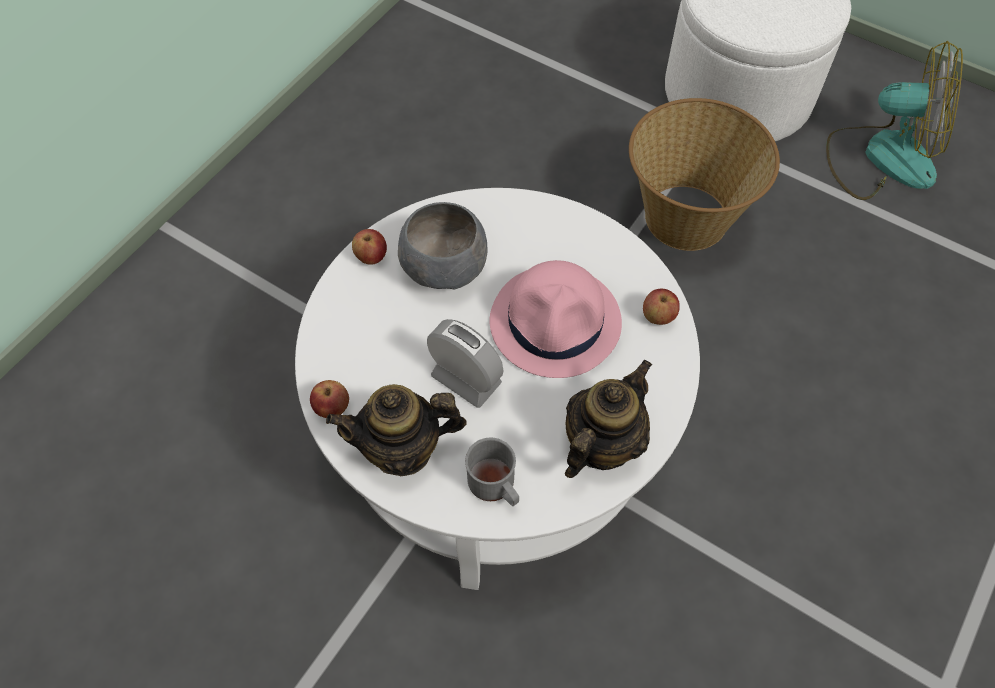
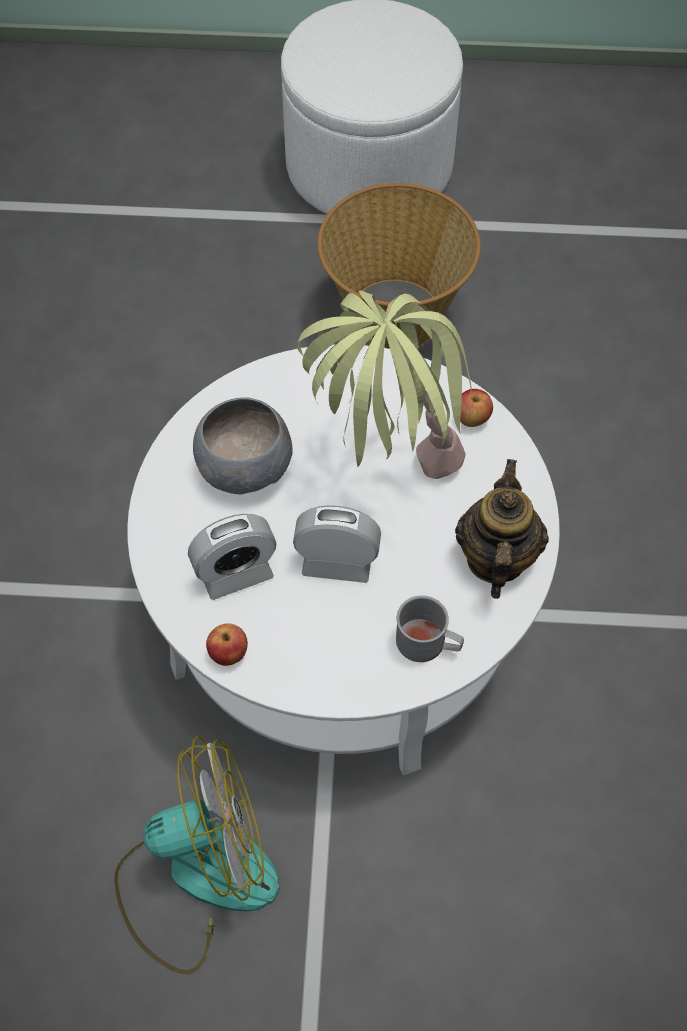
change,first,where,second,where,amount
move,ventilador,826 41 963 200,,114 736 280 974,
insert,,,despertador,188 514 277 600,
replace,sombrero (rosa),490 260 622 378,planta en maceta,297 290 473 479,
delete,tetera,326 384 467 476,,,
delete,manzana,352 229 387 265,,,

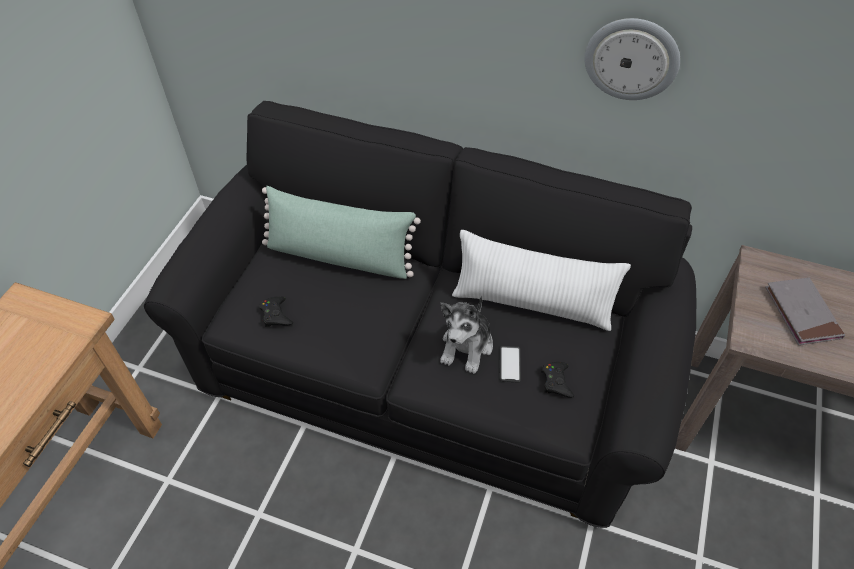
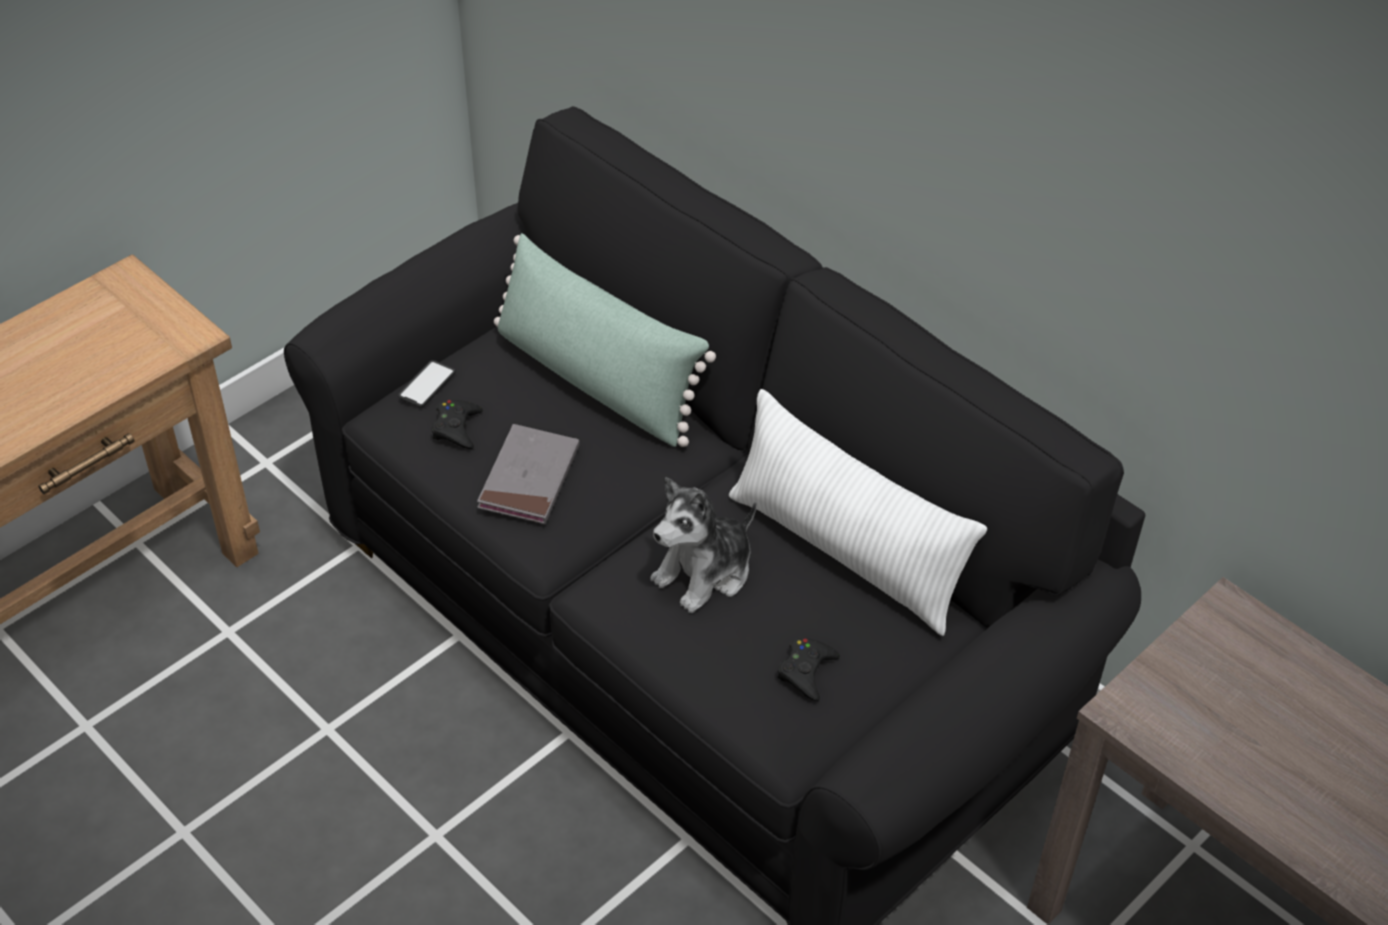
change,first,where,second,where,amount
move,móvil,500 346 521 382,,398 360 456 407,
move,libro (gris),765 277 845 345,,477 424 579 524,
delete,reloj de pared,584 18 680 100,,,

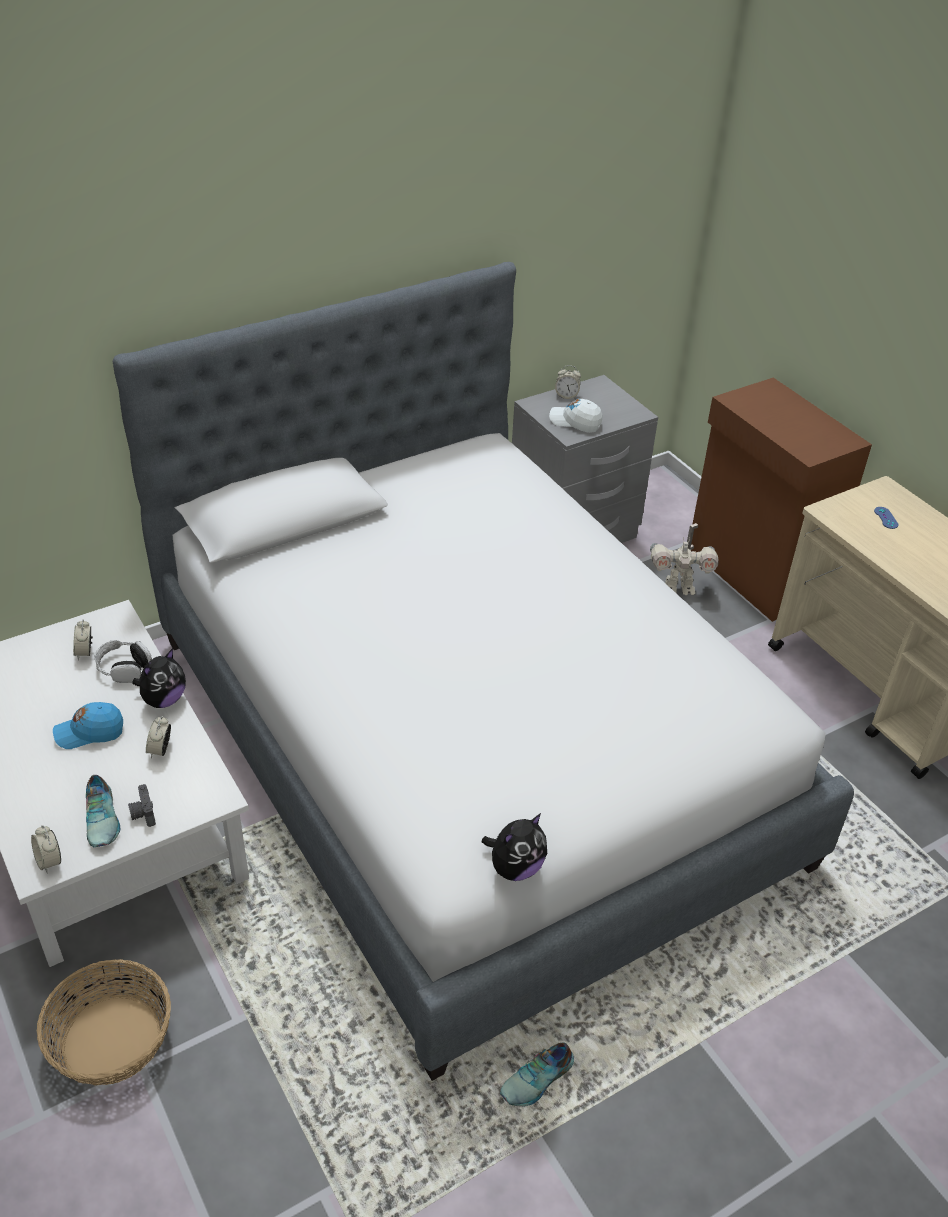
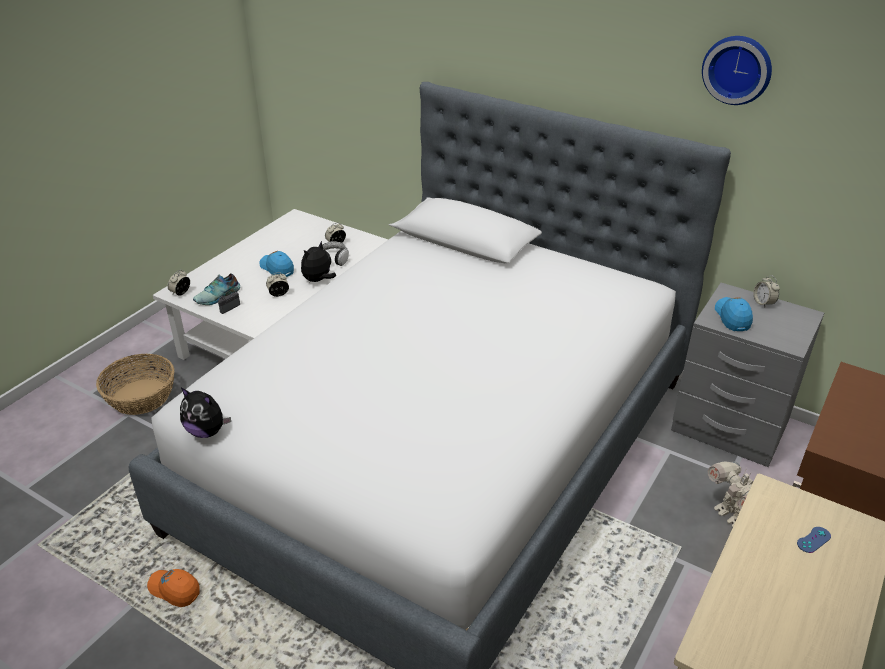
change,first,where,second,where,amount
replace,zapato,500 1043 574 1106,gorra (naranja),147 569 200 607,
rotate,peluche,132 648 186 708,,301 241 336 282,120 degrees clockwise
insert,,,reloj de pared,702 36 772 105,
recolor,gorra (blanco),549 399 602 433,gorra (azul),715 297 753 331,

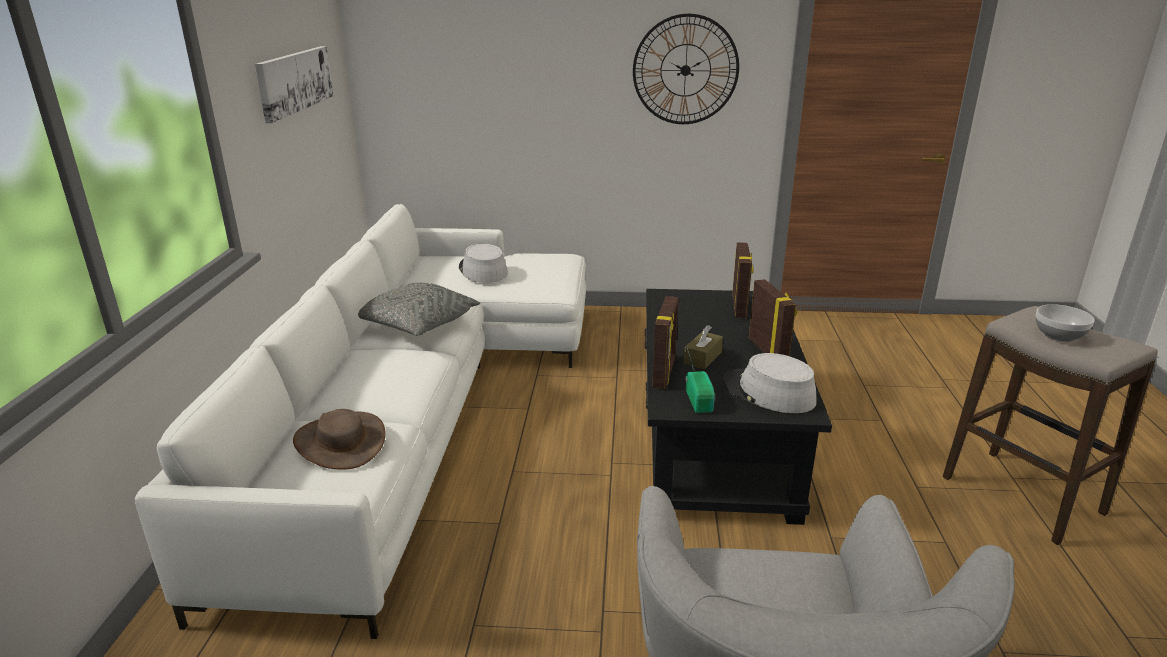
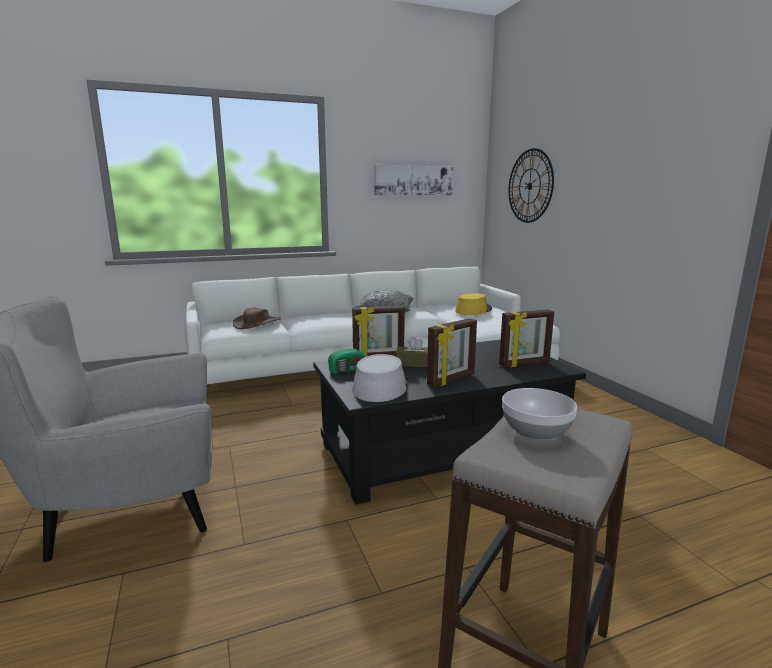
change,first,where,second,where,amount
recolor,sombrero (gris),459 244 508 283,sombrero (amarillo),455 293 492 315,
move,reloj de pared,633 14 739 124,,508 148 554 223,

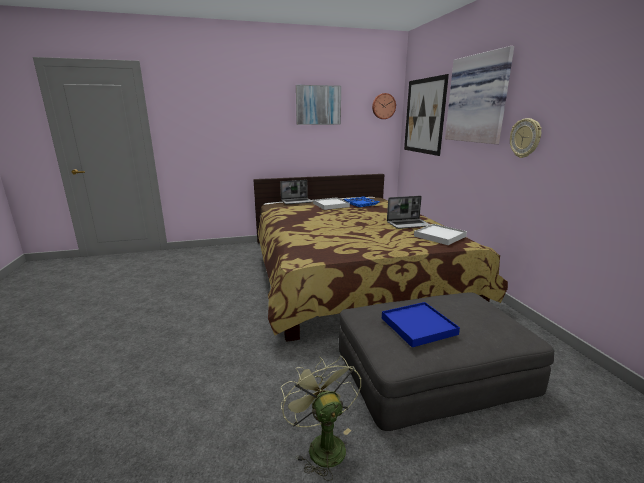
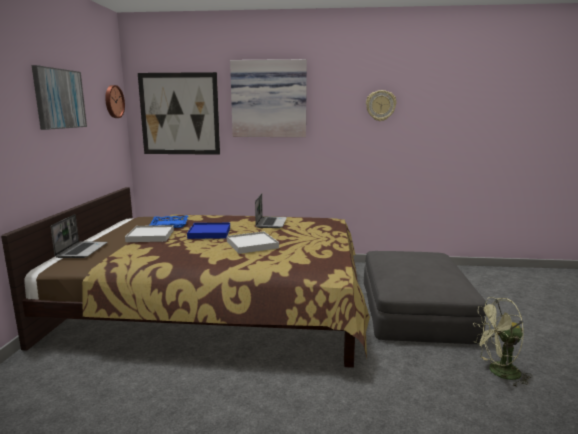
change,first,where,second,where,amount
move,bandeja (azul),382 302 460 347,,187 223 230 239,
move,bandeja (blanco),414 224 467 245,,227 231 279 254,
move,reloj de pared,510 118 542 158,,366 90 397 121,

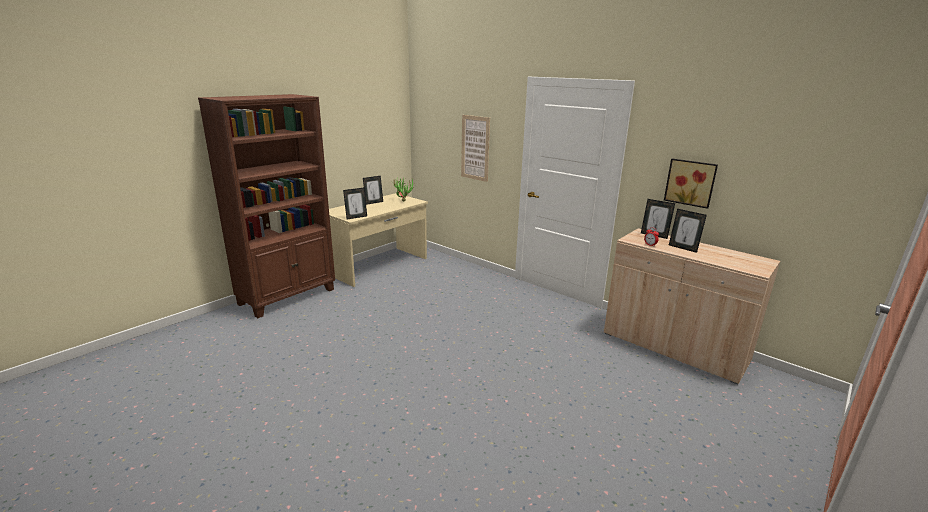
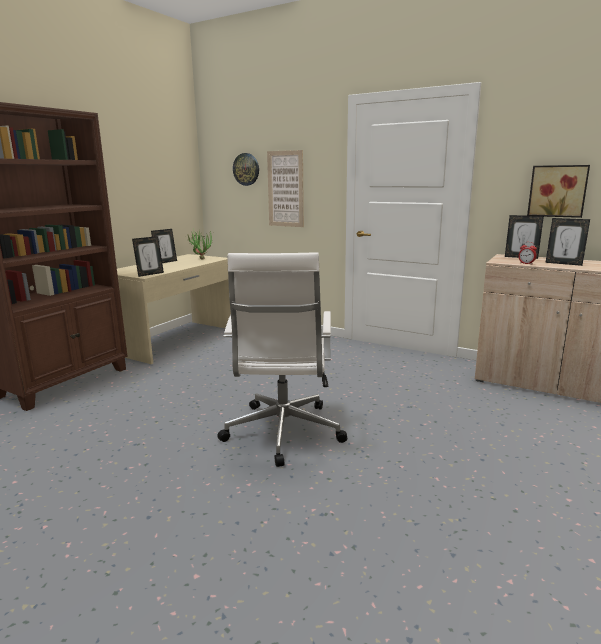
change,first,where,second,where,amount
insert,,,silla de oficina (blanco),217 253 347 467,
insert,,,reloj de pared,233 153 259 186,

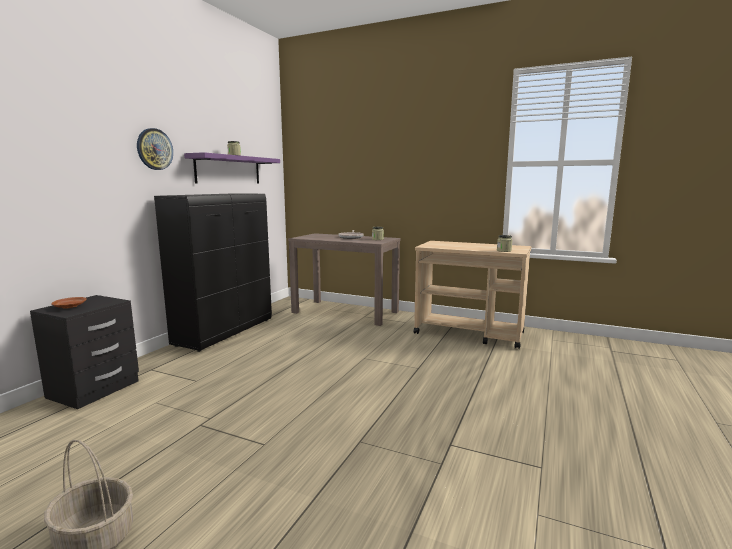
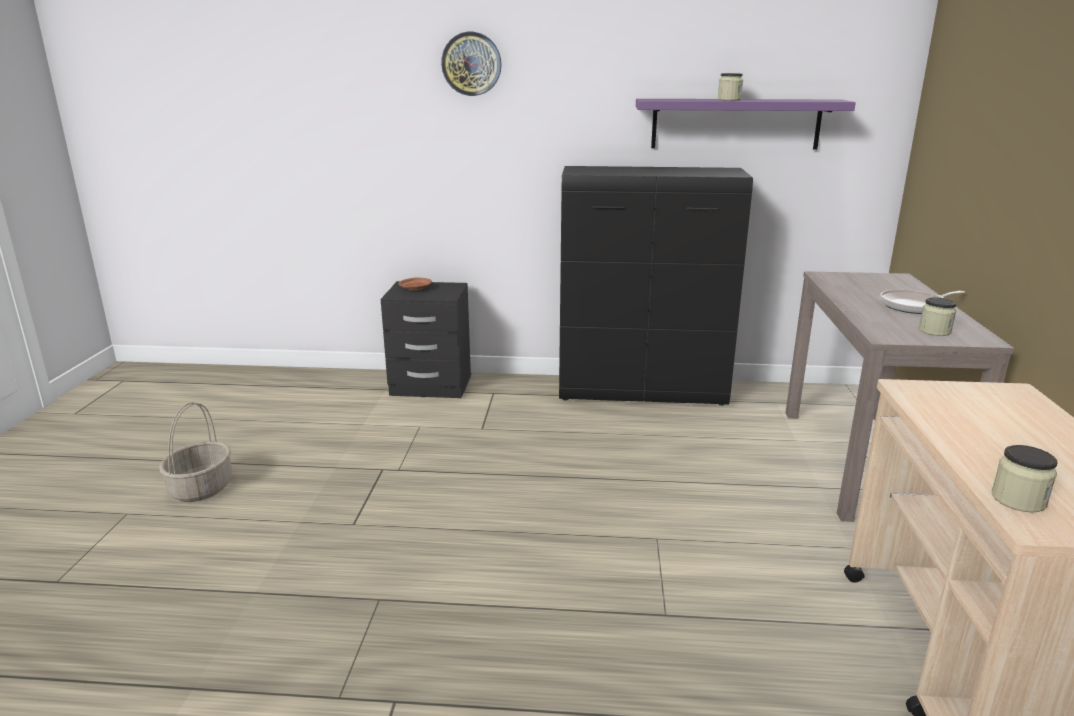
change,first,where,second,where,amount
move,reloj de pared,137 128 173 170,,441 32 502 96,

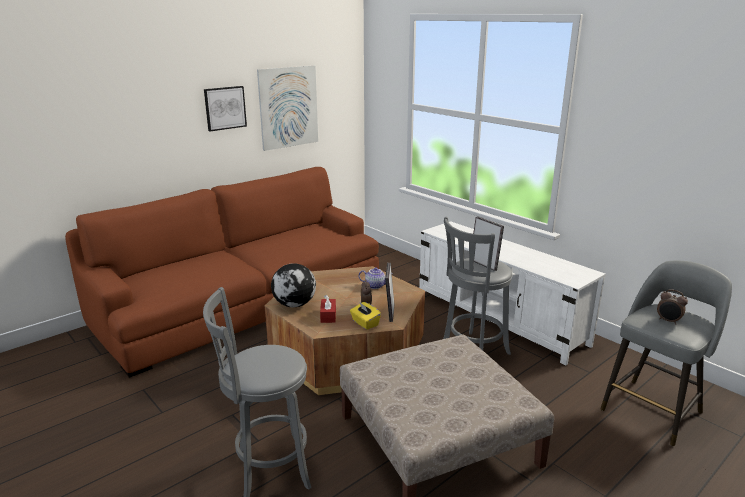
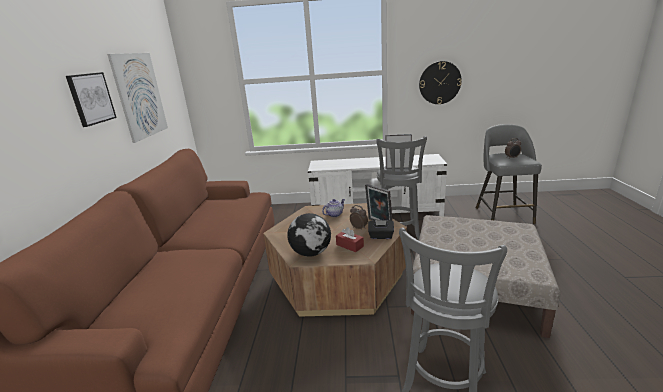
change,first,where,second,where,amount
recolor,caja de pañuelos (amarillo),350 302 381 330,caja de pañuelos (negro),368 220 394 239,
insert,,,reloj de pared,419 61 462 104,

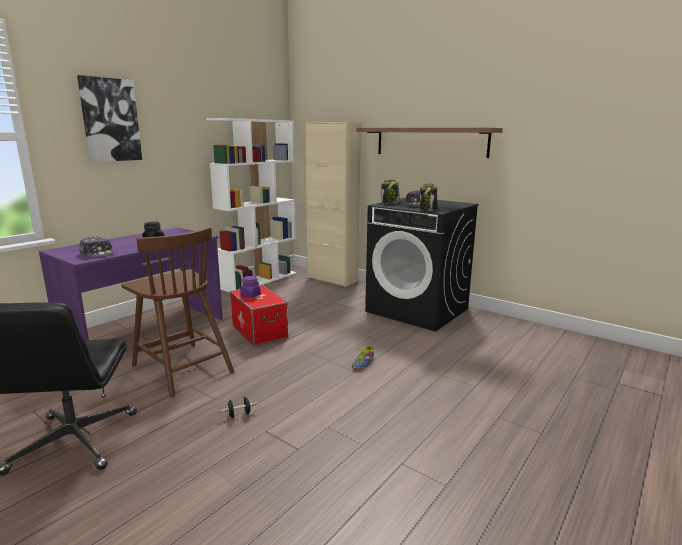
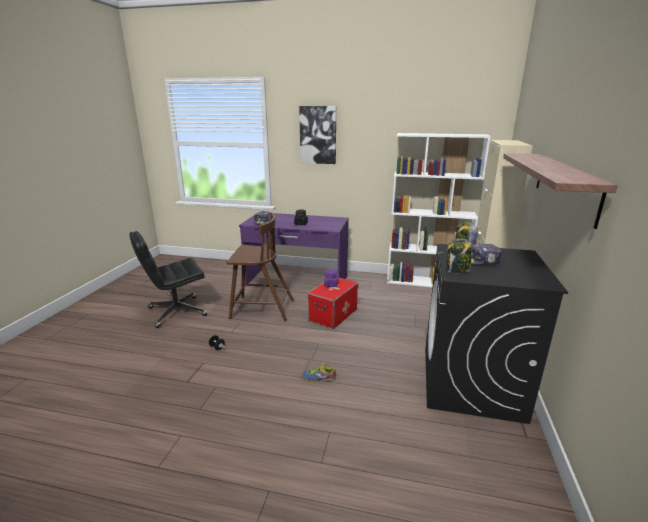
change,first,where,second,where,amount
rotate,silla (marrón),121 227 234 397,,227 212 294 321,105 degrees counterclockwise

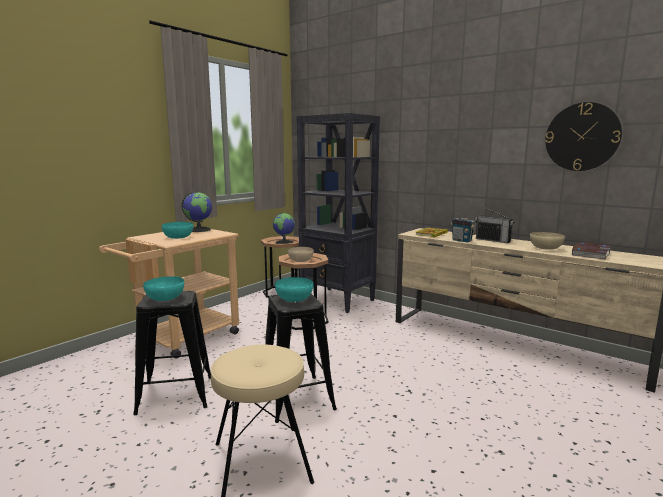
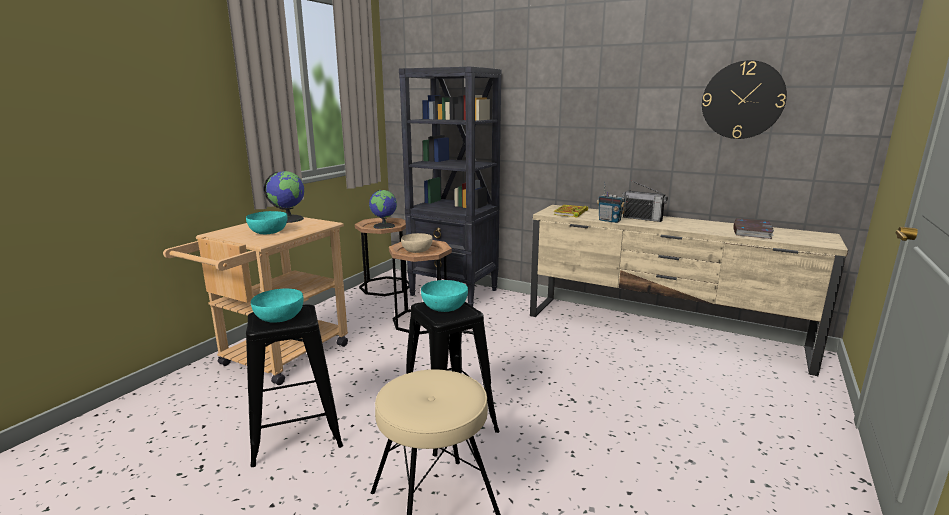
change,first,where,second,where,amount
delete,cuenco (beis),530 232 565 250,,,

